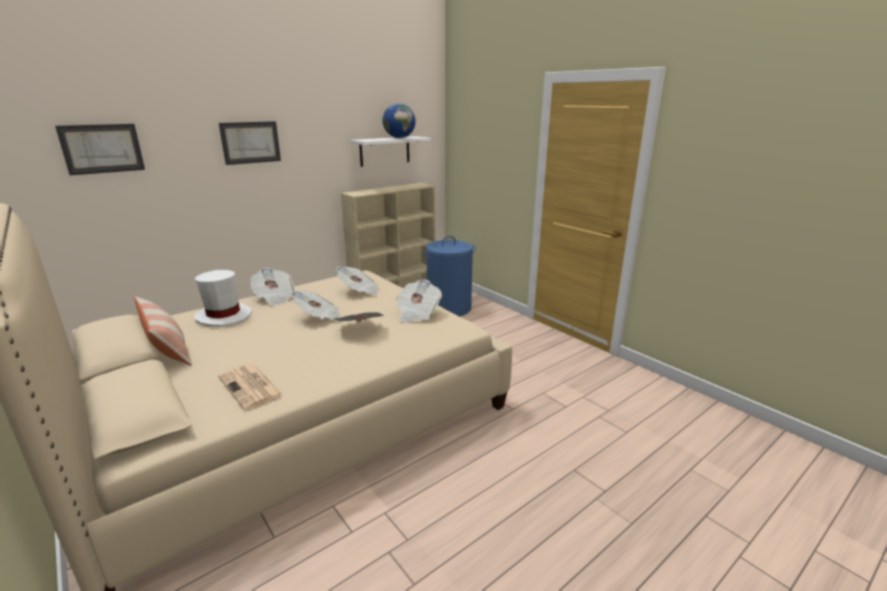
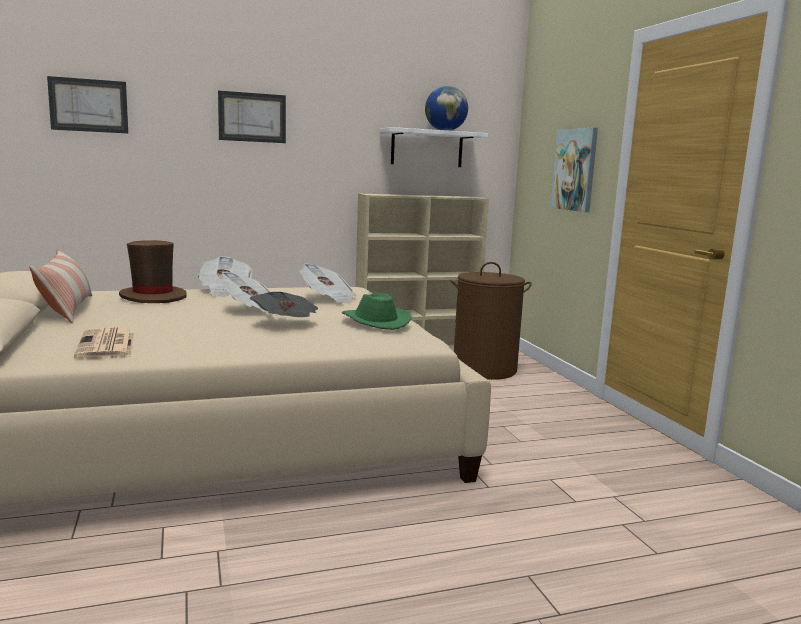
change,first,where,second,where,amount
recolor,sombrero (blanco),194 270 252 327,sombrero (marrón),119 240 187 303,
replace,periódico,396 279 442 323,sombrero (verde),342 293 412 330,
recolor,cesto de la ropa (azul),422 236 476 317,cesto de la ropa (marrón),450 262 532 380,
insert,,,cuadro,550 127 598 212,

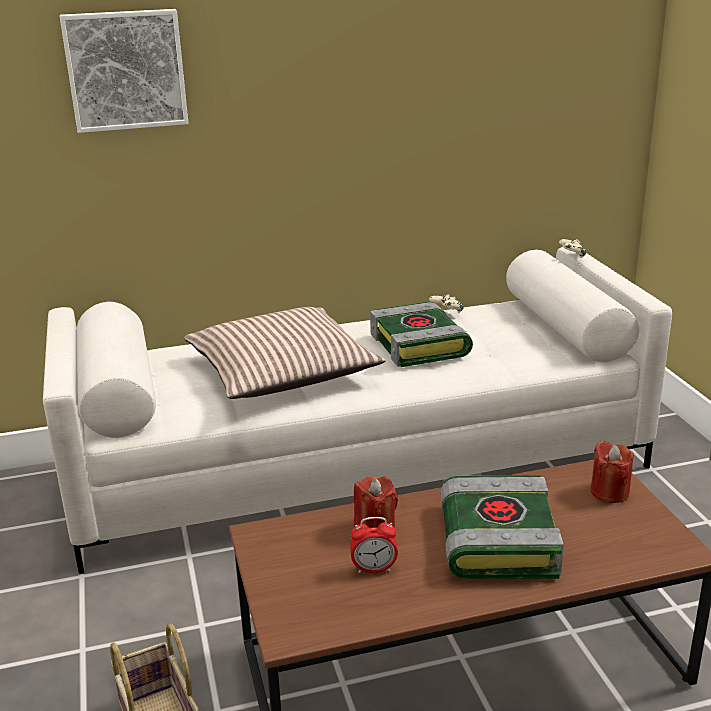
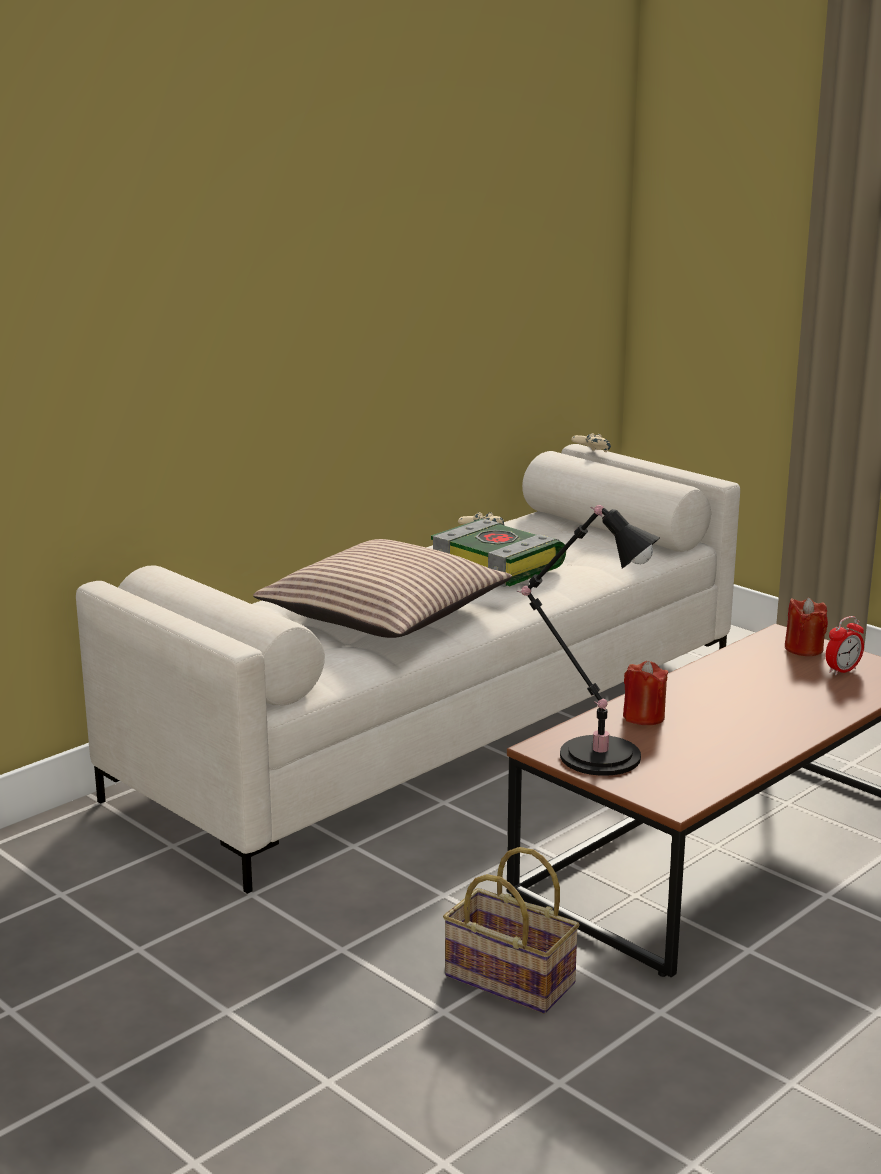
change,first,where,second,where,amount
insert,,,lámpara de mesa (negro),517 505 660 776,
move,despertador,350 517 398 573,,826 616 864 675,
delete,cuadro,60 9 189 133,,,
delete,libro,440 475 564 579,,,

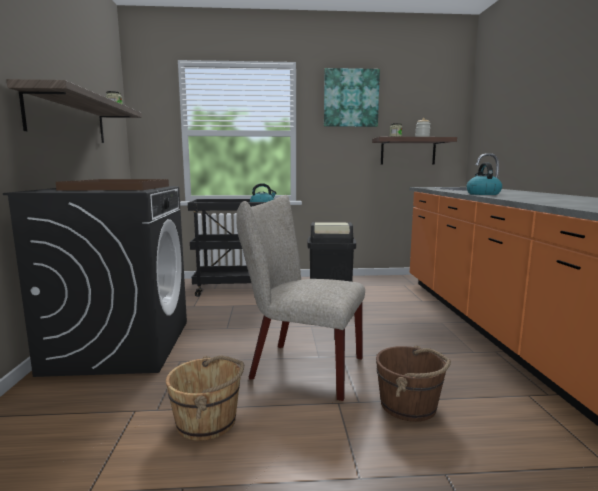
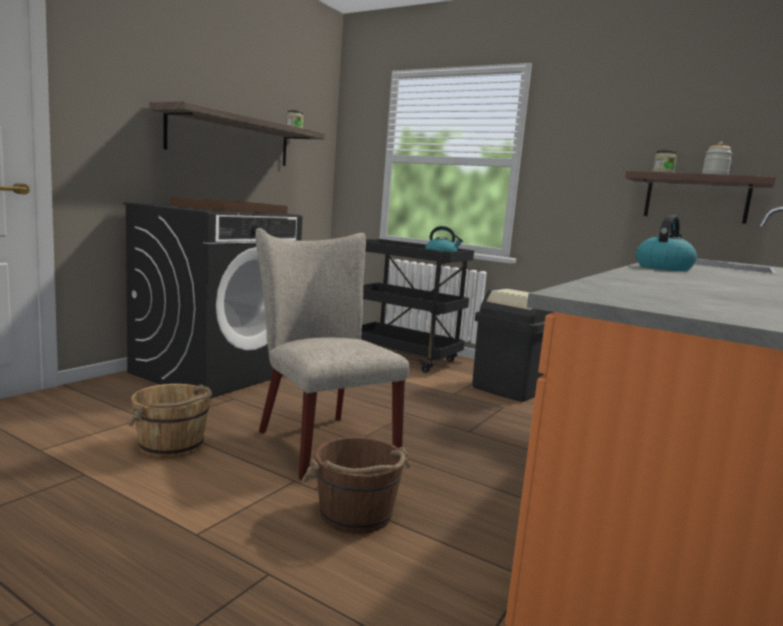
change,first,where,second,where,amount
delete,cuadro,324 68 380 127,,,

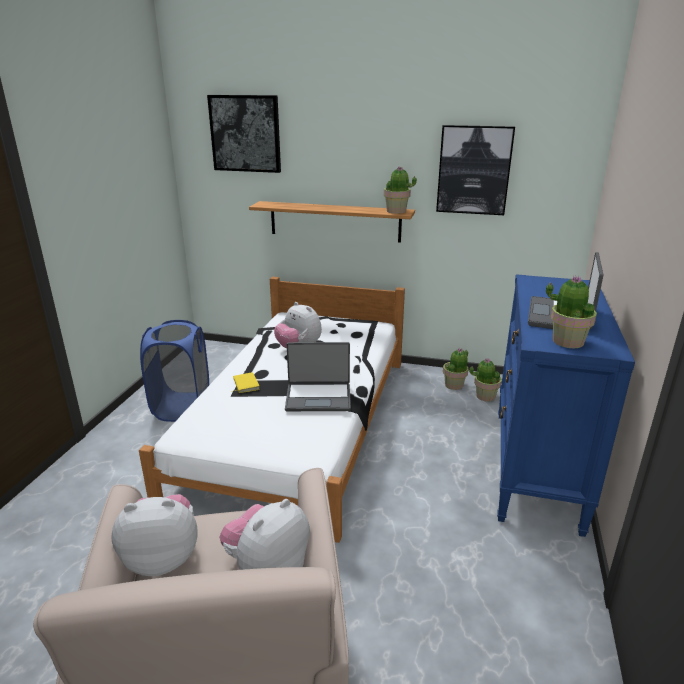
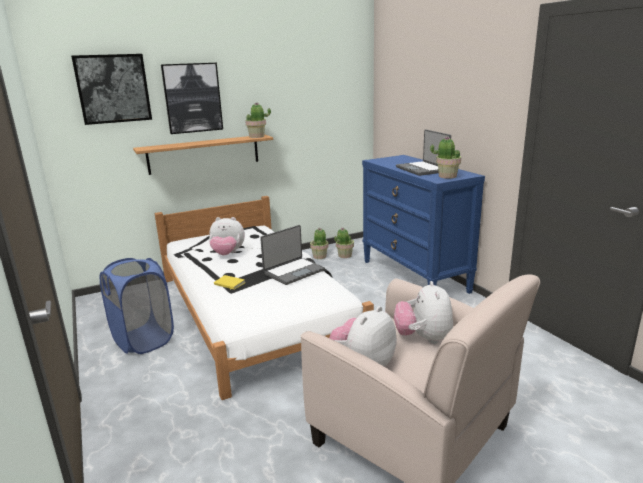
change,first,where,second,where,amount
move,cuadro,436 125 515 215,,161 63 223 134,

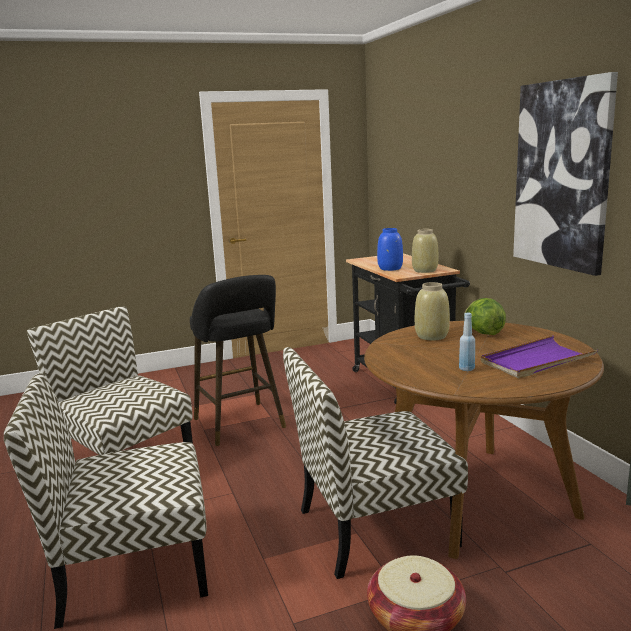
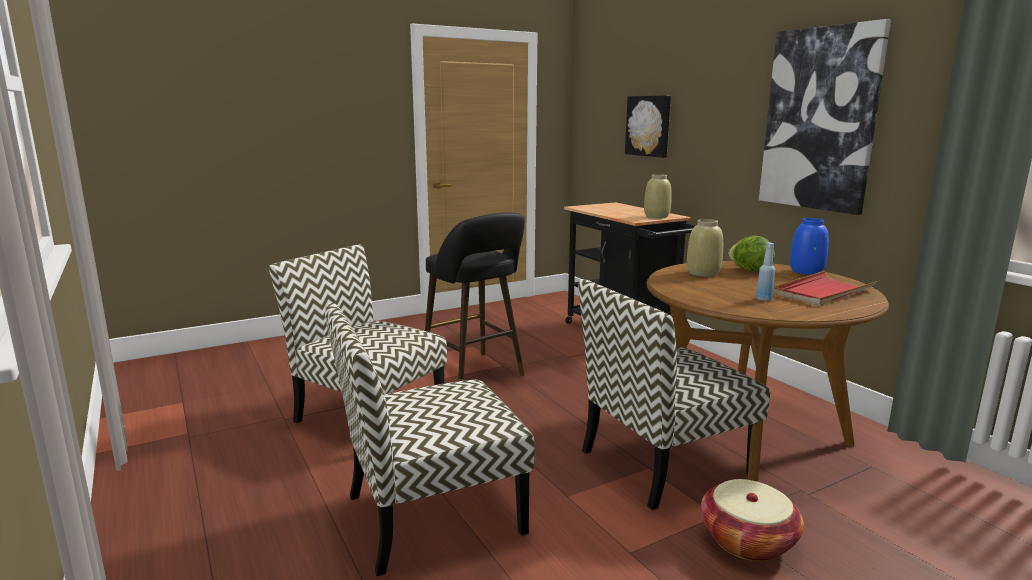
change,first,where,second,where,amount
insert,,,cuadro,625 95 671 158,
recolor,bandeja (morado),481 335 598 379,bandeja (rojo),773 271 878 306,
move,florero (azul),377 228 403 271,,790 218 829 275,

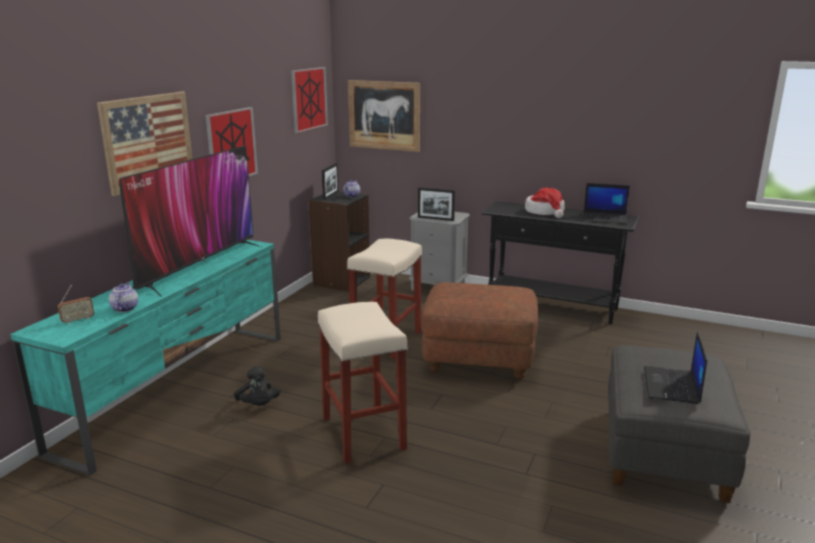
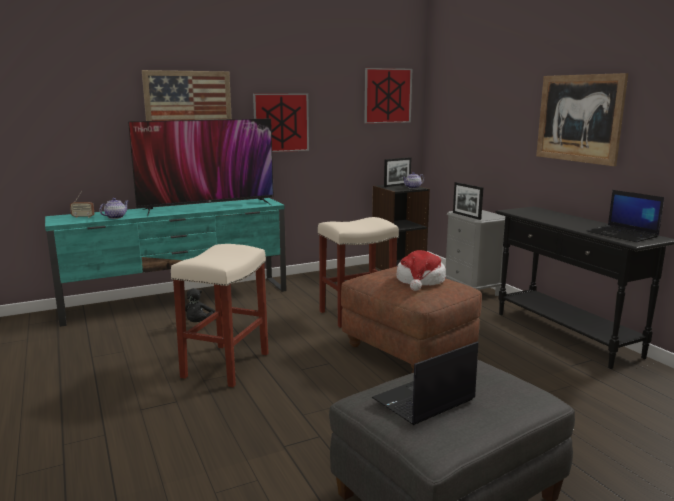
change,first,where,second,where,amount
move,sombrero,525 188 565 218,,397 250 446 291,
move,cuadro,348 80 420 152,,536 73 628 166,

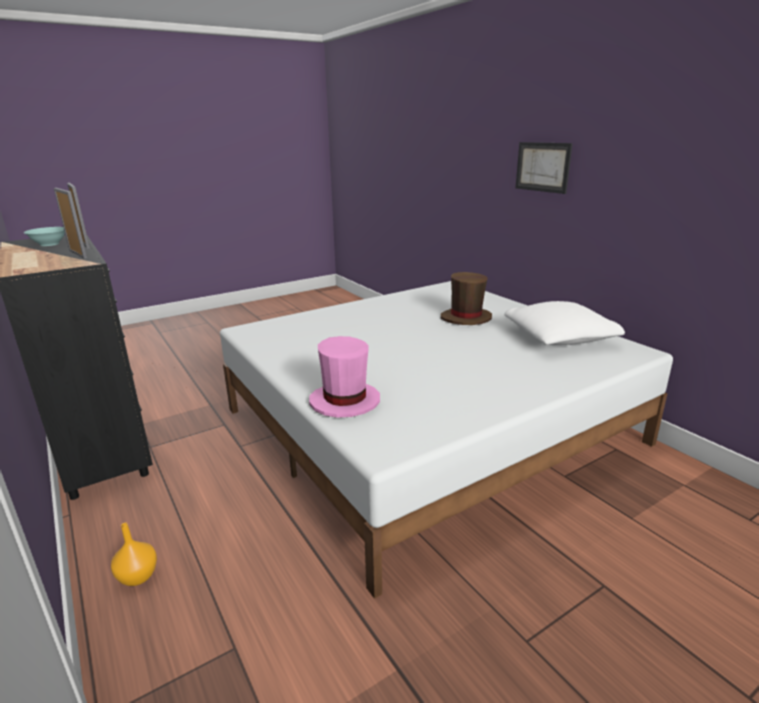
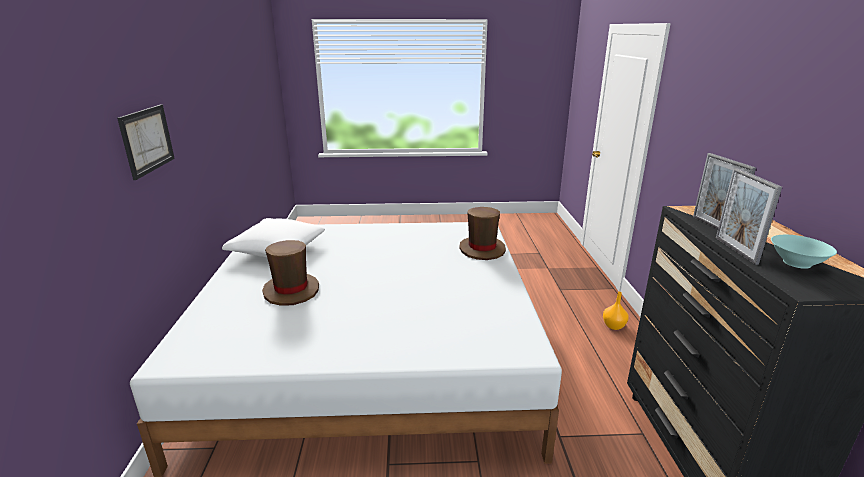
change,first,where,second,where,amount
recolor,sombrero (rosa),309 336 380 418,sombrero (marrón),459 207 506 260,

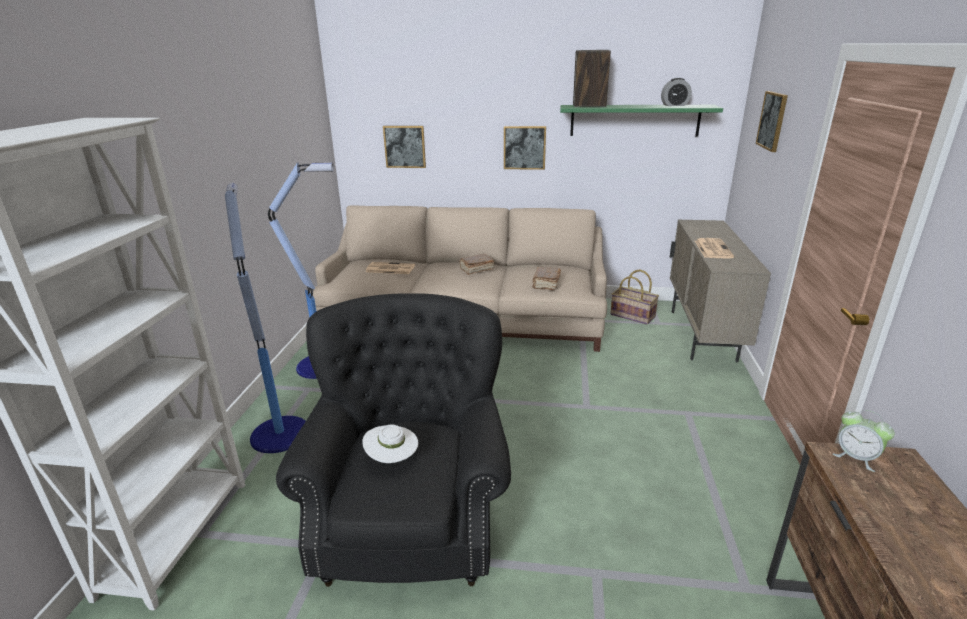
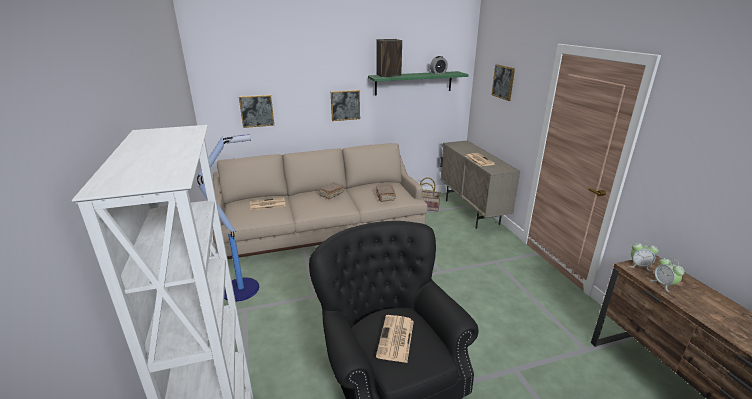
change,first,where,second,where,amount
replace,sombrero (blanco),362 425 418 463,periódico,376 315 414 363,
insert,,,despertador,651 258 685 292,
delete,lámpara de pie,225 183 306 453,,,

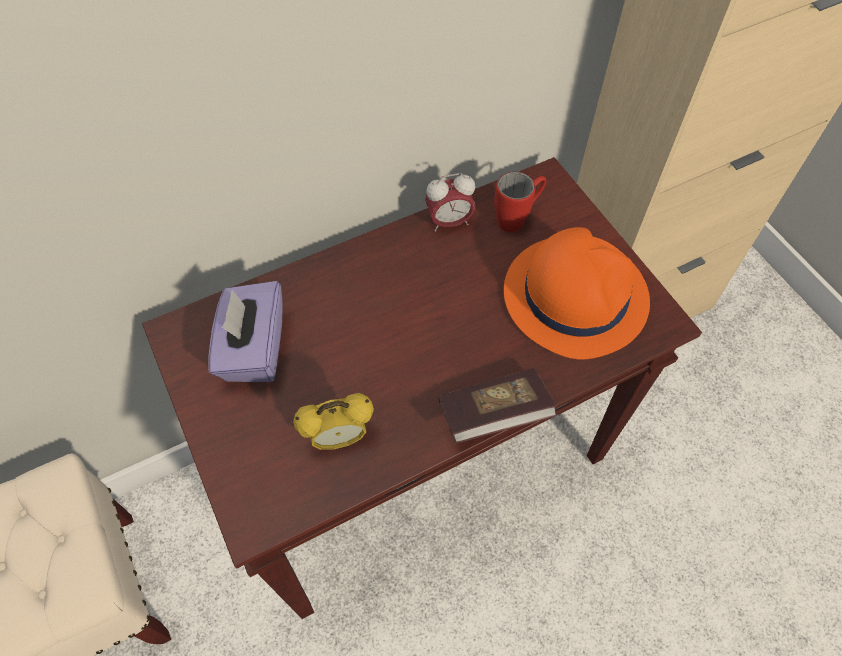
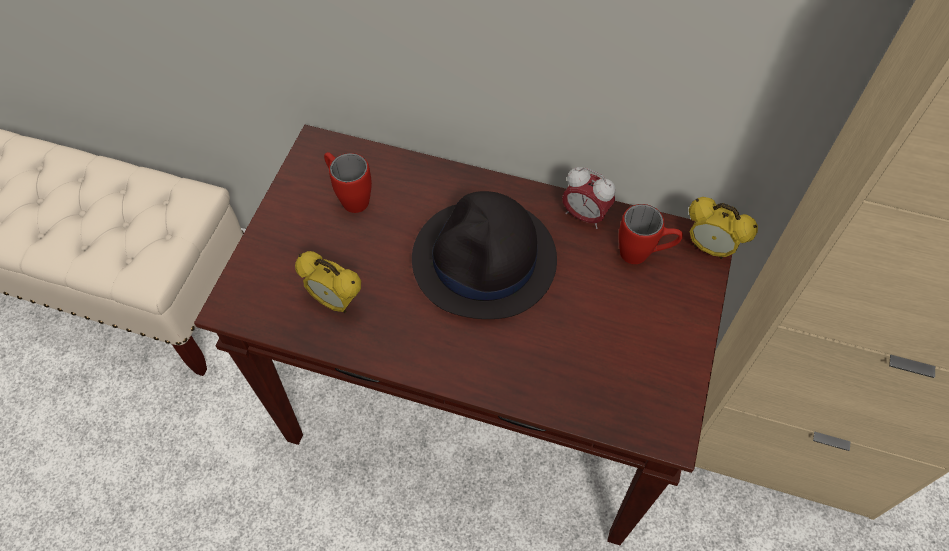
change,first,where,second,where,amount
replace,caja de pañuelos (morado),208 281 283 382,taza grande (rojo),324 152 372 213,
insert,,,sombrero (negro),412 191 557 319,
insert,,,despertador,689 197 758 259,
delete,libro,438 368 558 444,,,
delete,sombrero (naranja),504 227 650 359,,,

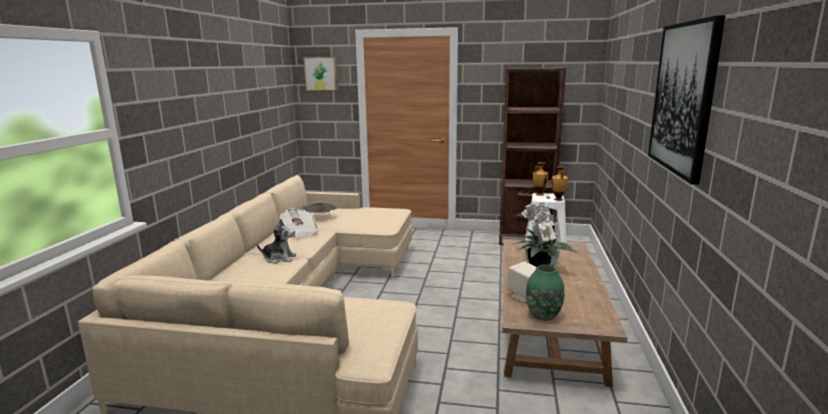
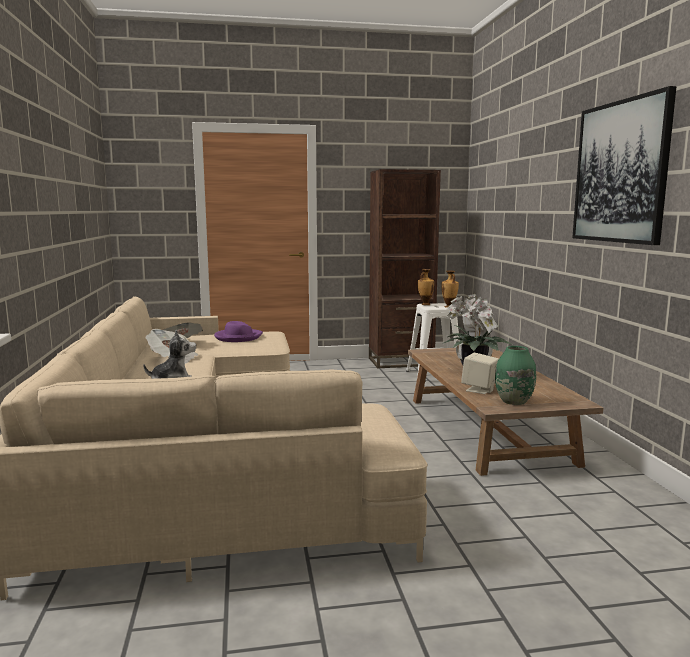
change,first,where,second,where,amount
insert,,,sombrero (morado),214 321 263 342,
delete,cuadro,303 57 338 91,,,

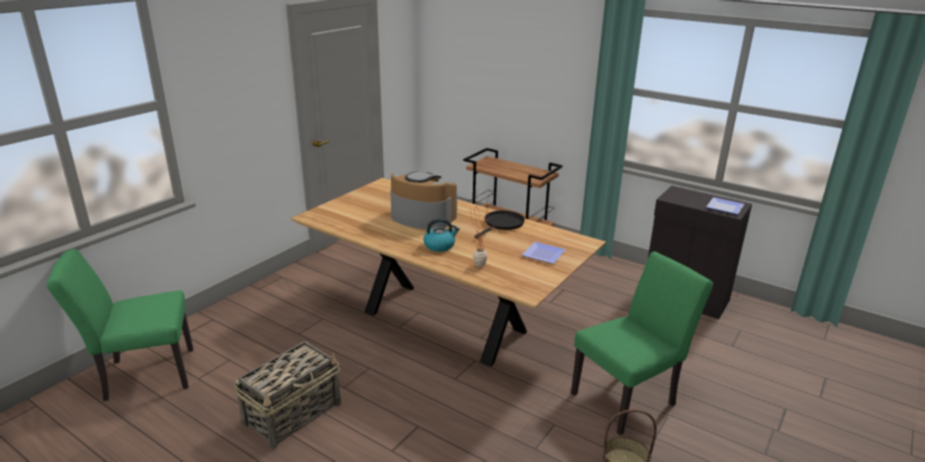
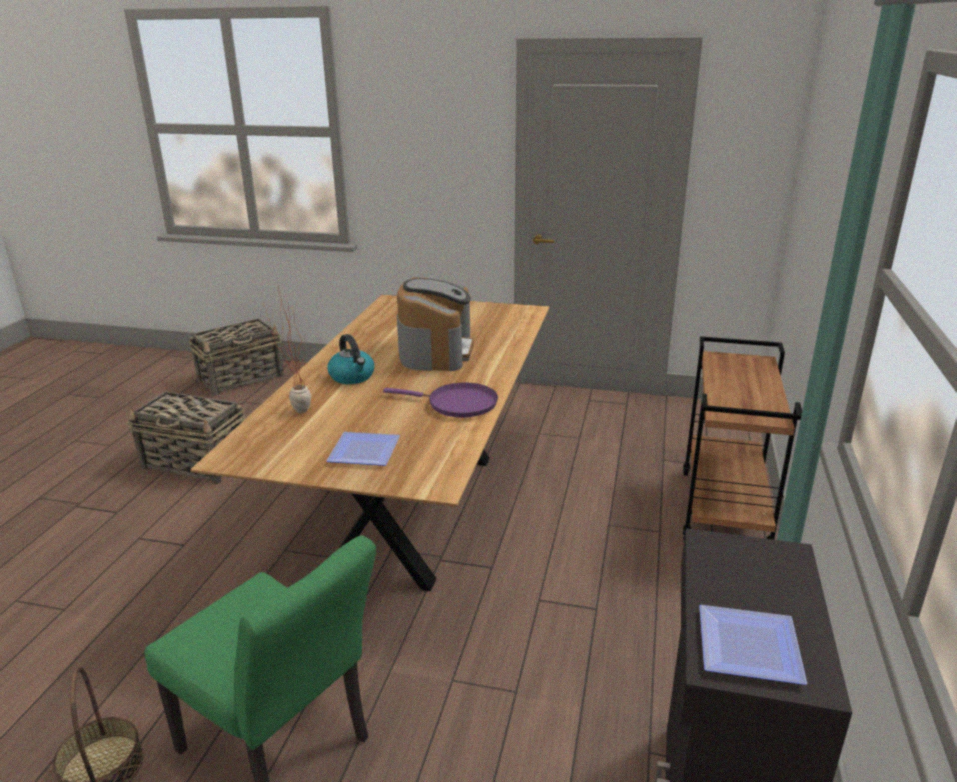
change,first,where,second,where,amount
replace,silla (verde),47 249 193 401,cesta,188 319 284 396,
recolor,sartén (negro),474 210 525 238,sartén (morado),383 383 498 417,

